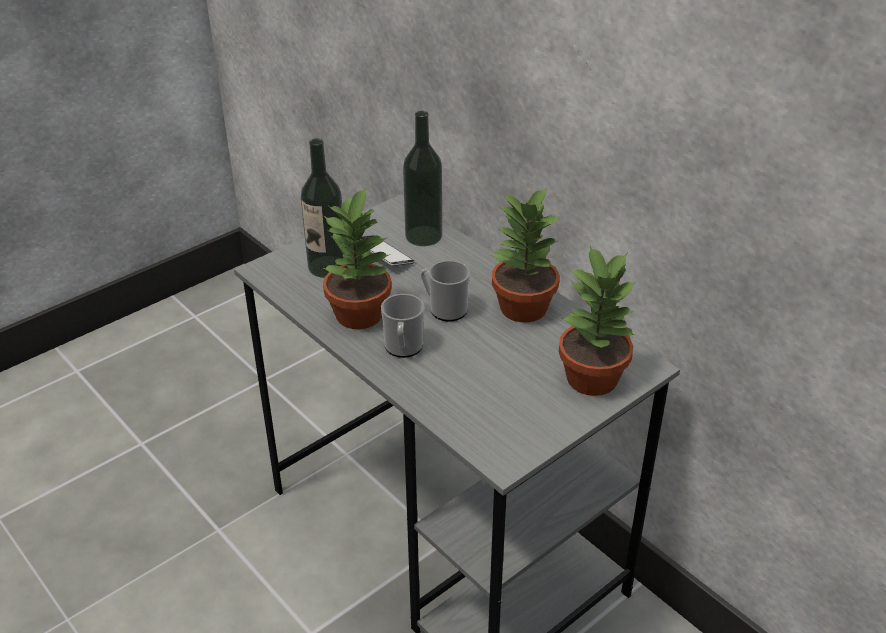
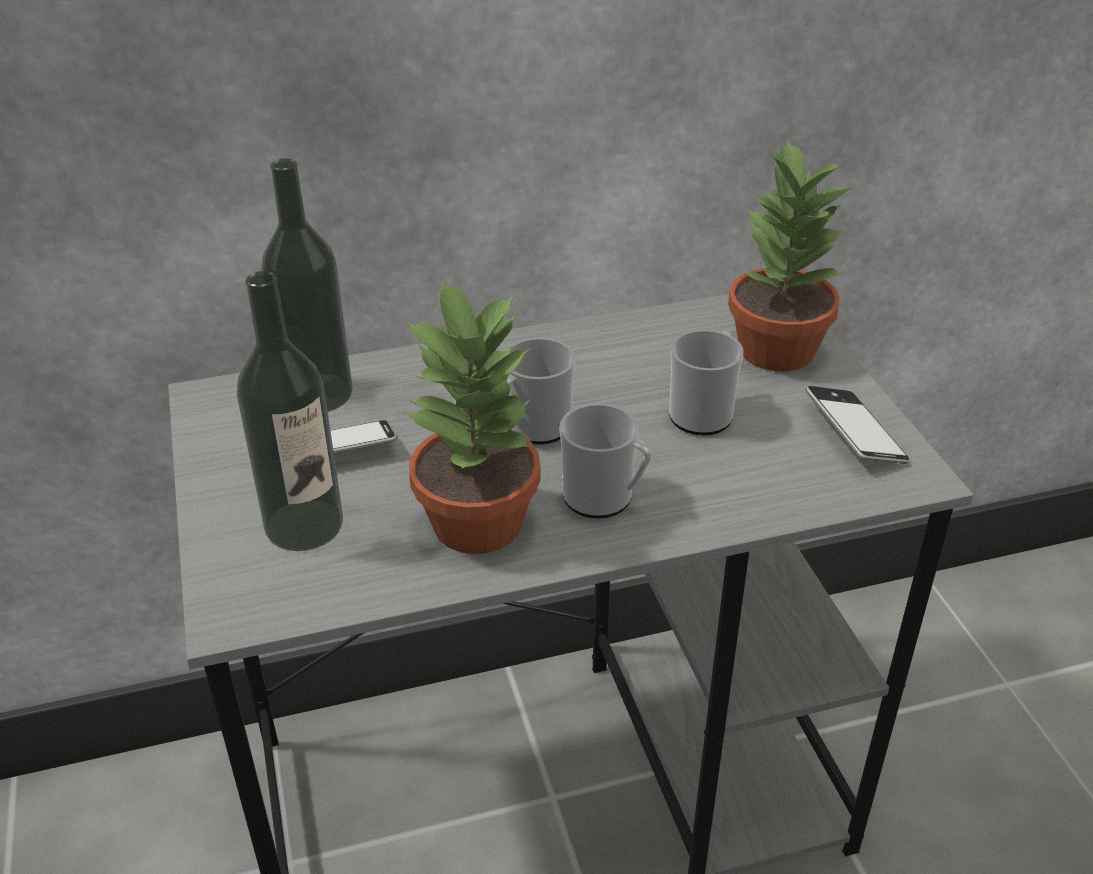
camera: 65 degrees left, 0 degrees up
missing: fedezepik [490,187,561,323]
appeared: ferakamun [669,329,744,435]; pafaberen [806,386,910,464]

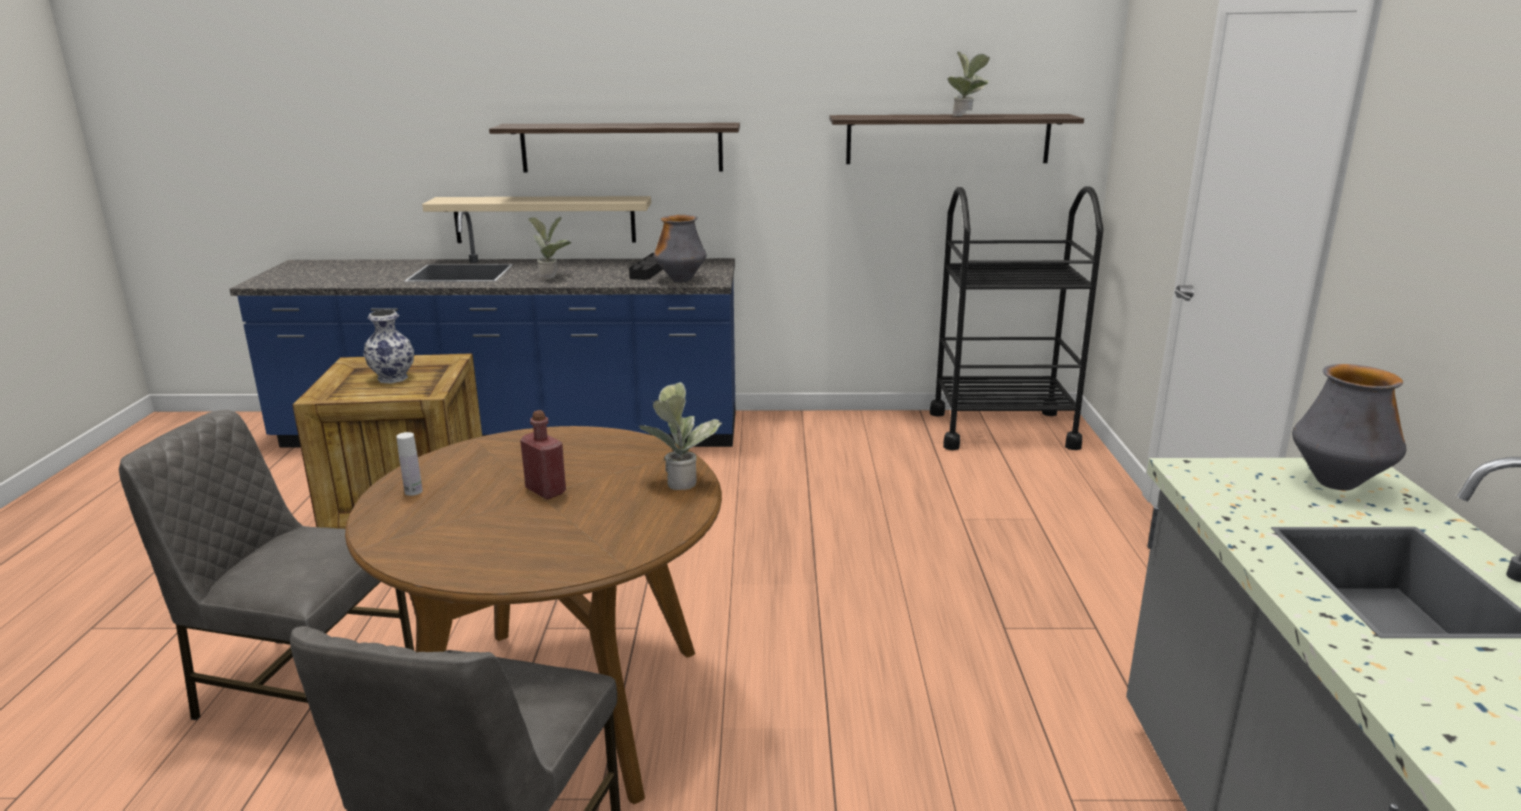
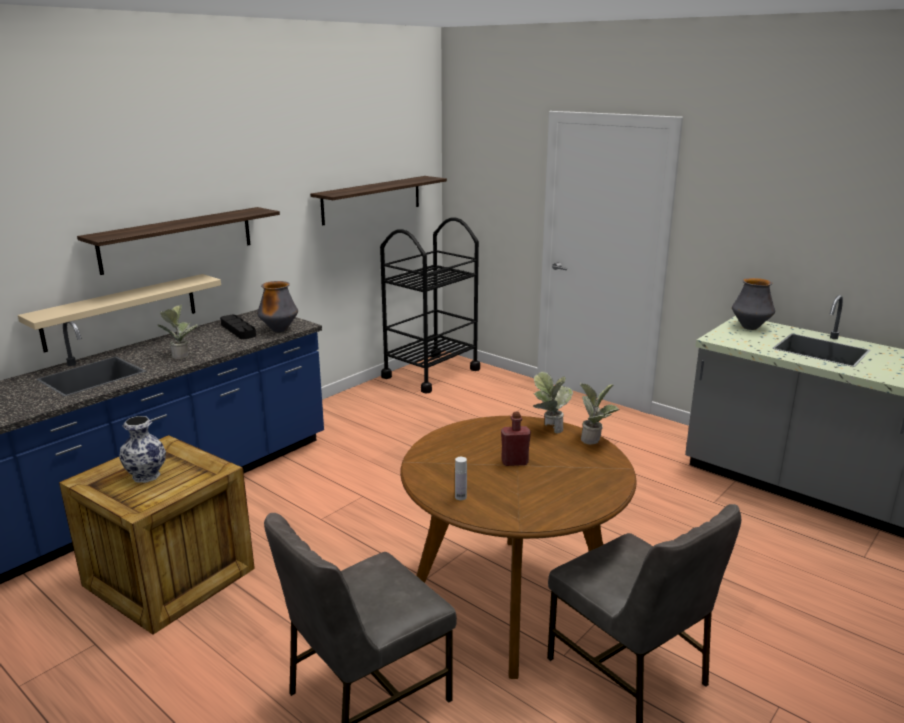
camera: 50 degrees left, 0 degrees up
relocated: fedezepik [947,51,990,116] to [579,383,619,445]

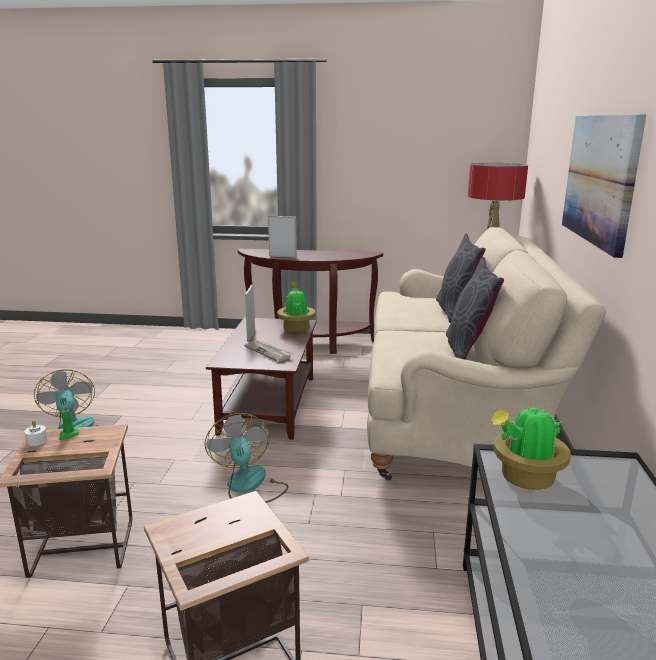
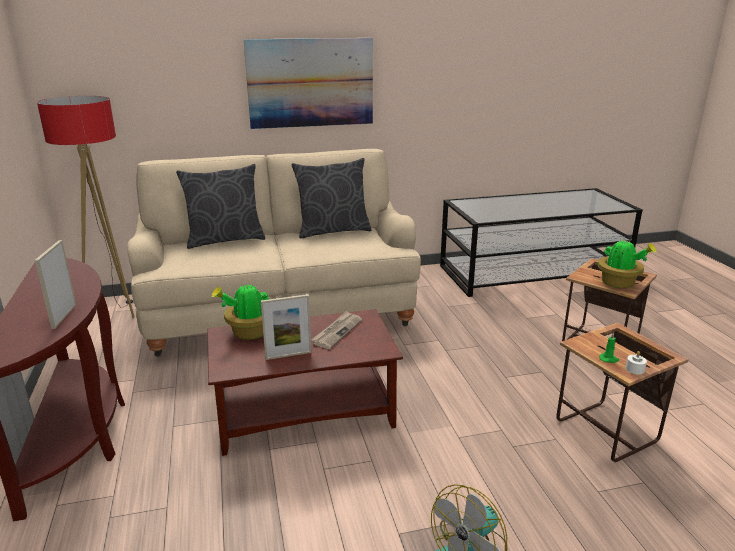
camera: 110 degrees left, 5 degrees up
missing: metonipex [205,413,288,503]
relocated: fedezepik [491,403,571,490] to [598,238,657,288]

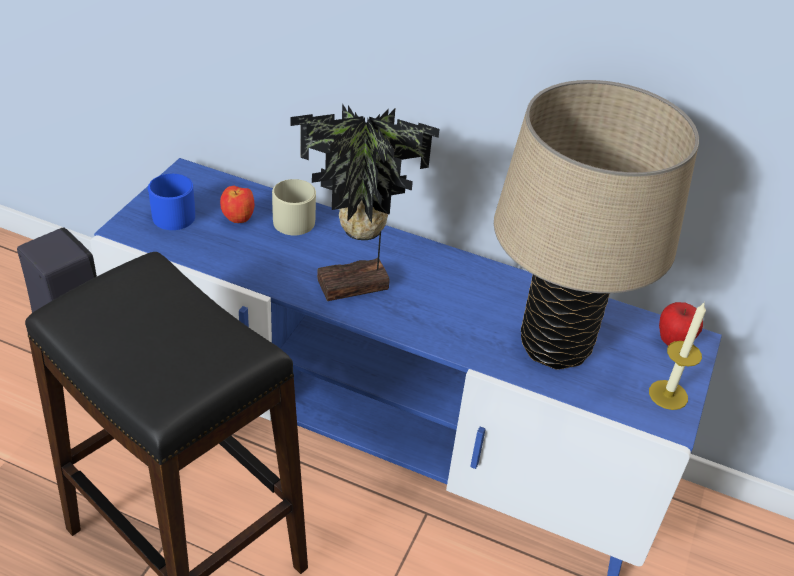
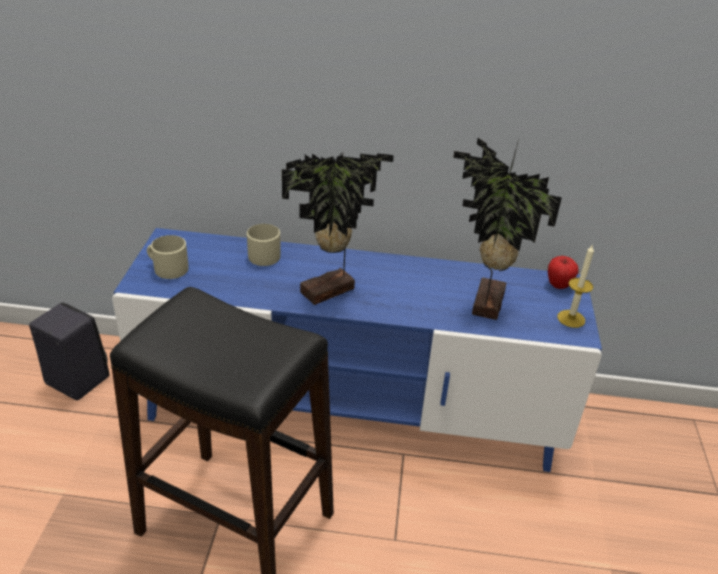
camera: 15 degrees left, 5 degrees down
missing: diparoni [220,186,255,223]
exchanged: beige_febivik [494,80,699,370] to fedezepik [453,138,562,320]
colour: blue_ferakamun [148,174,195,230] to beige_ferakamun [147,235,188,279]

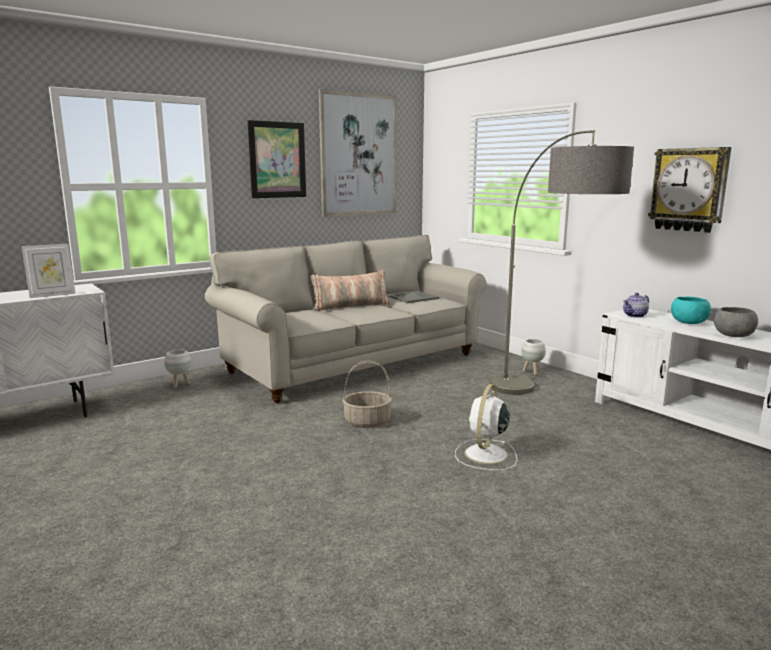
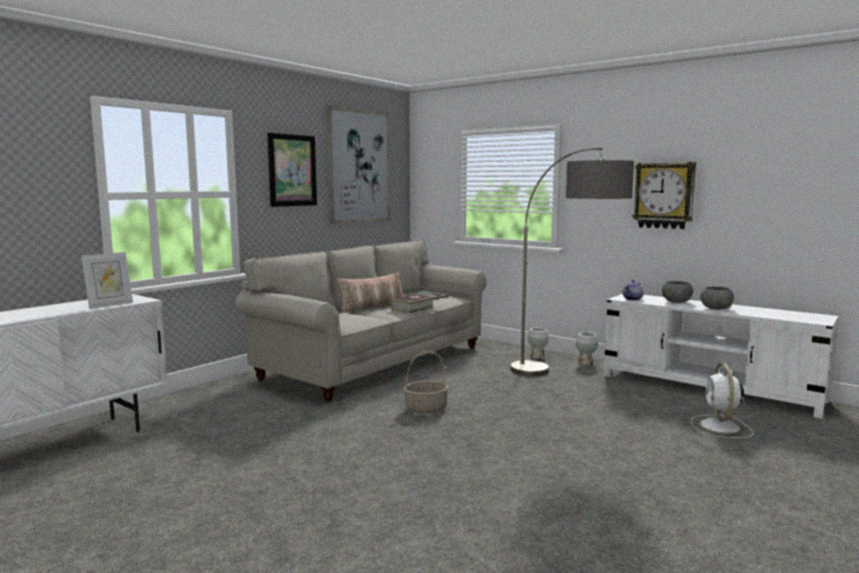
camera: 15 degrees left, 5 degrees down
appeared: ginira [391,294,434,314]
relocated: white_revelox [164,350,191,388] to [576,332,598,366]; white_metonipex [455,384,517,470] to [691,363,754,438]
colour: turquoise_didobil [671,297,711,324] to grey_didobil [662,281,693,303]

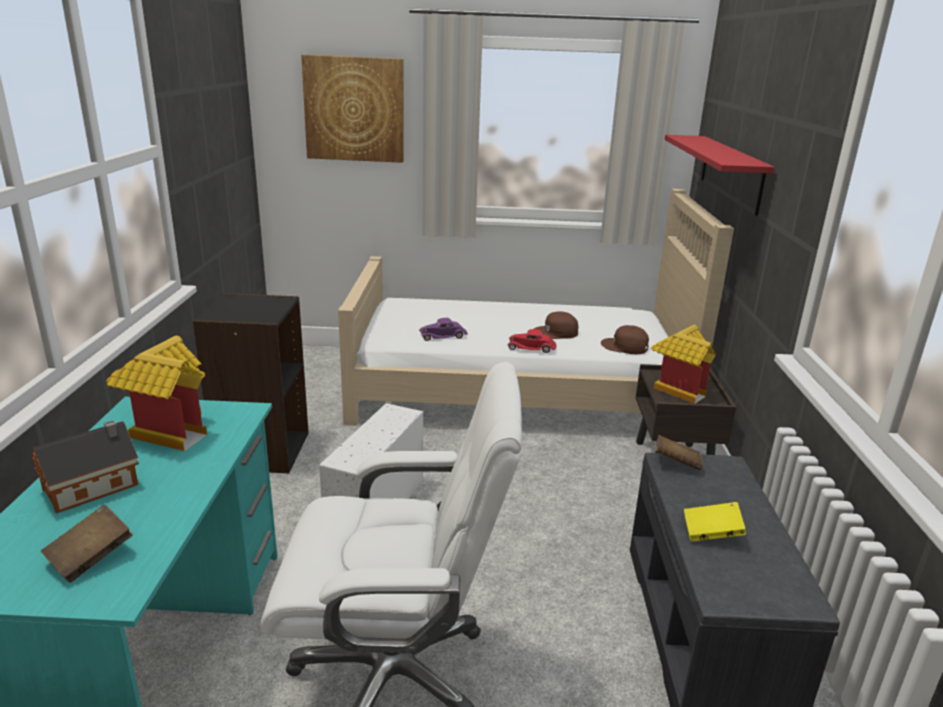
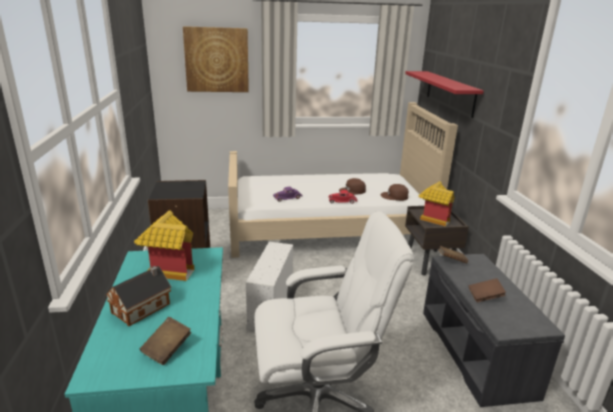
camera: 10 degrees left, 0 degrees up
colour: yellow_ginira [684,502,746,541] to brown_ginira [469,278,506,302]

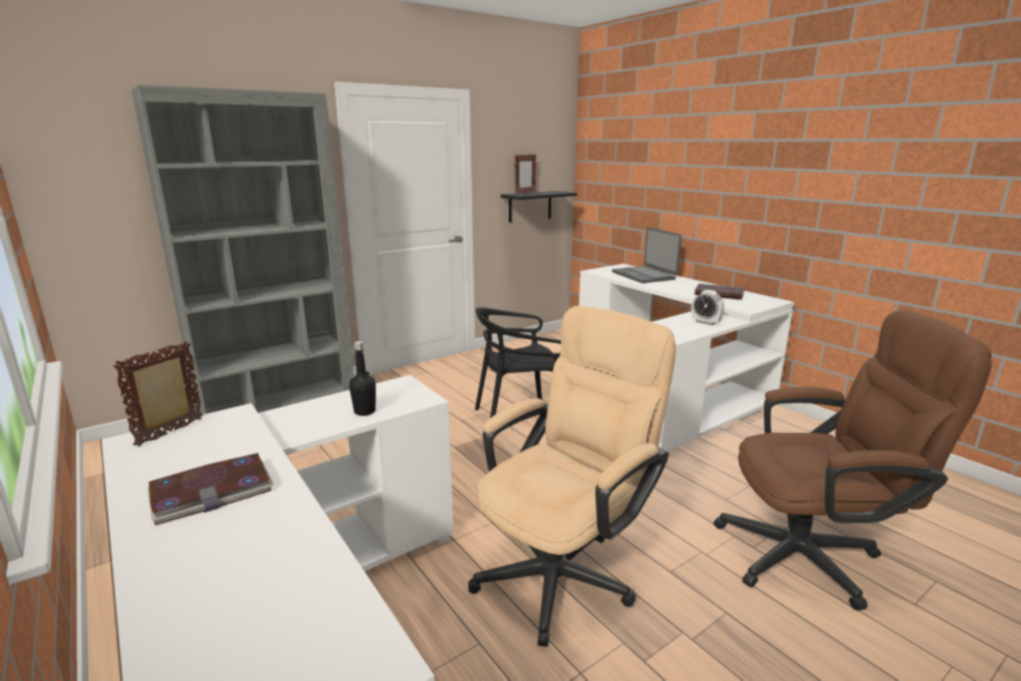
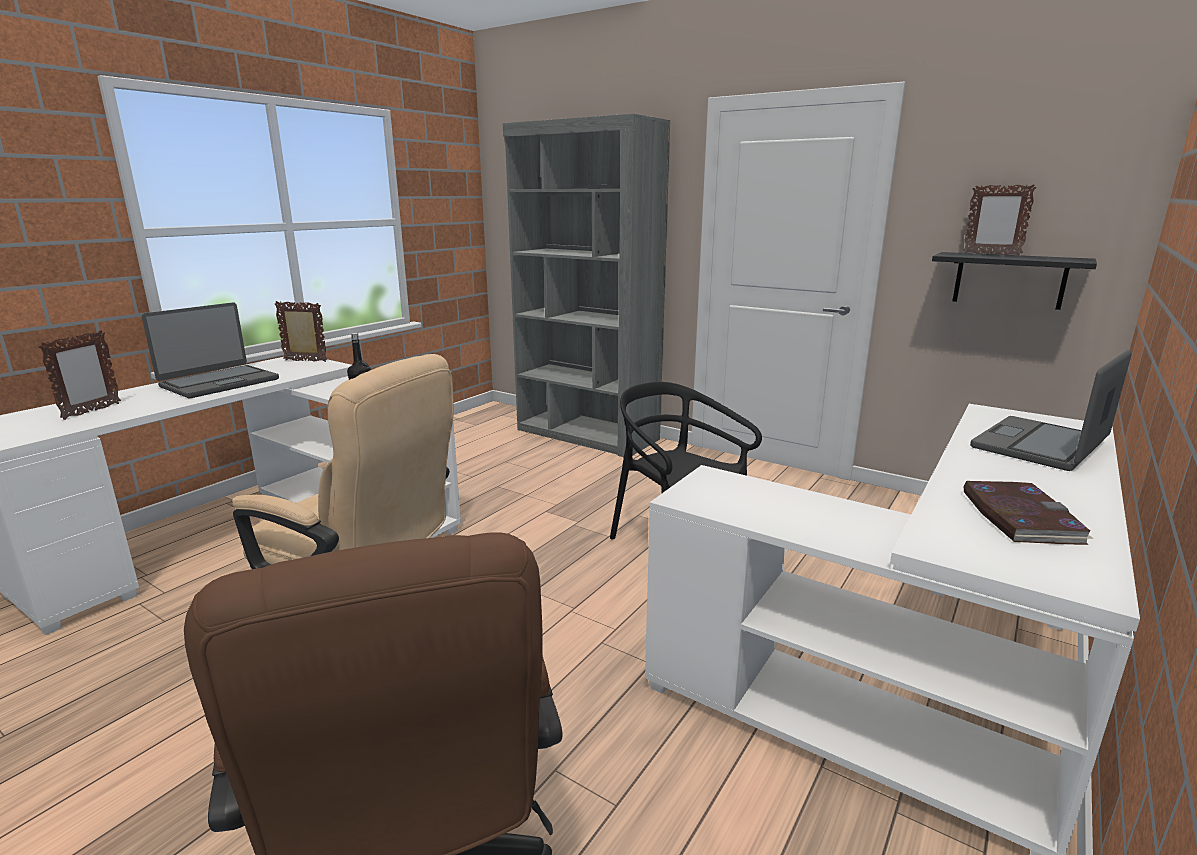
camera: 70 degrees right, 0 degrees up
missing: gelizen [691,290,725,326]
appeared: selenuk [38,330,121,420]
exchanged: ginira [148,453,274,525] to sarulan [142,302,279,398]

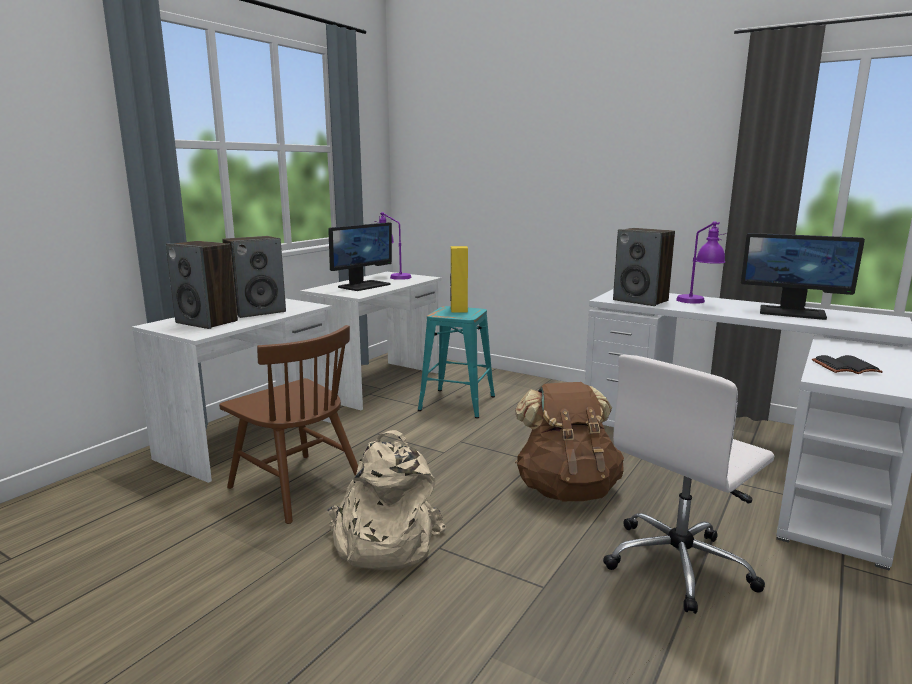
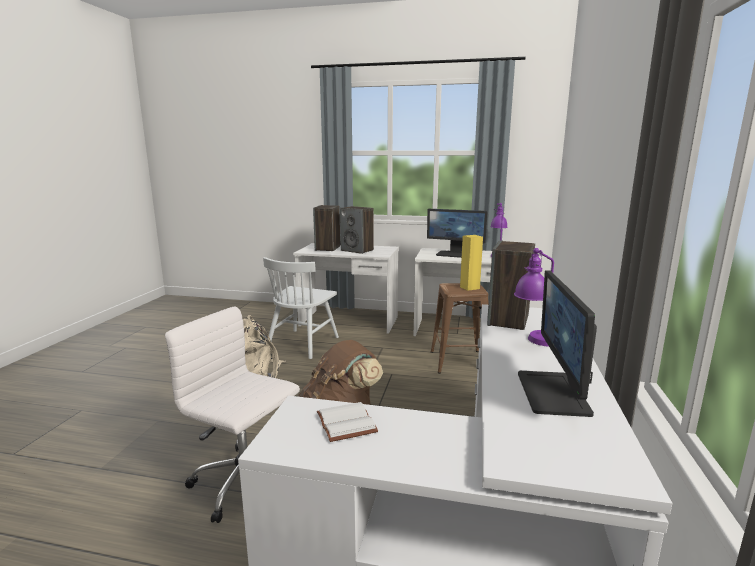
camera: 70 degrees right, 0 degrees up
colour: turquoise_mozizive [418,306,495,418] to brown_mozizive [431,283,488,374]; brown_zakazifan [219,325,358,524] to white_zakazifan [263,257,339,359]; black_ginira [812,355,883,374] to white_ginira [317,402,378,442]

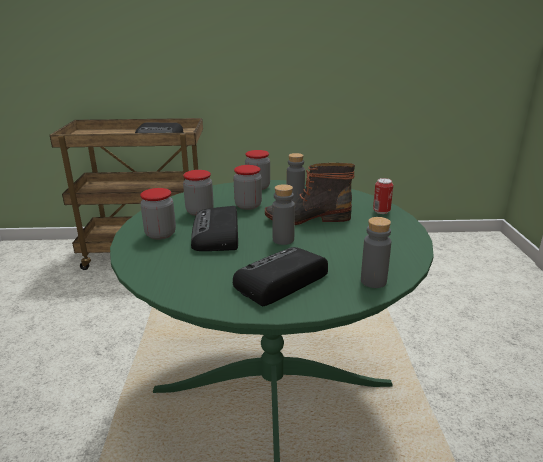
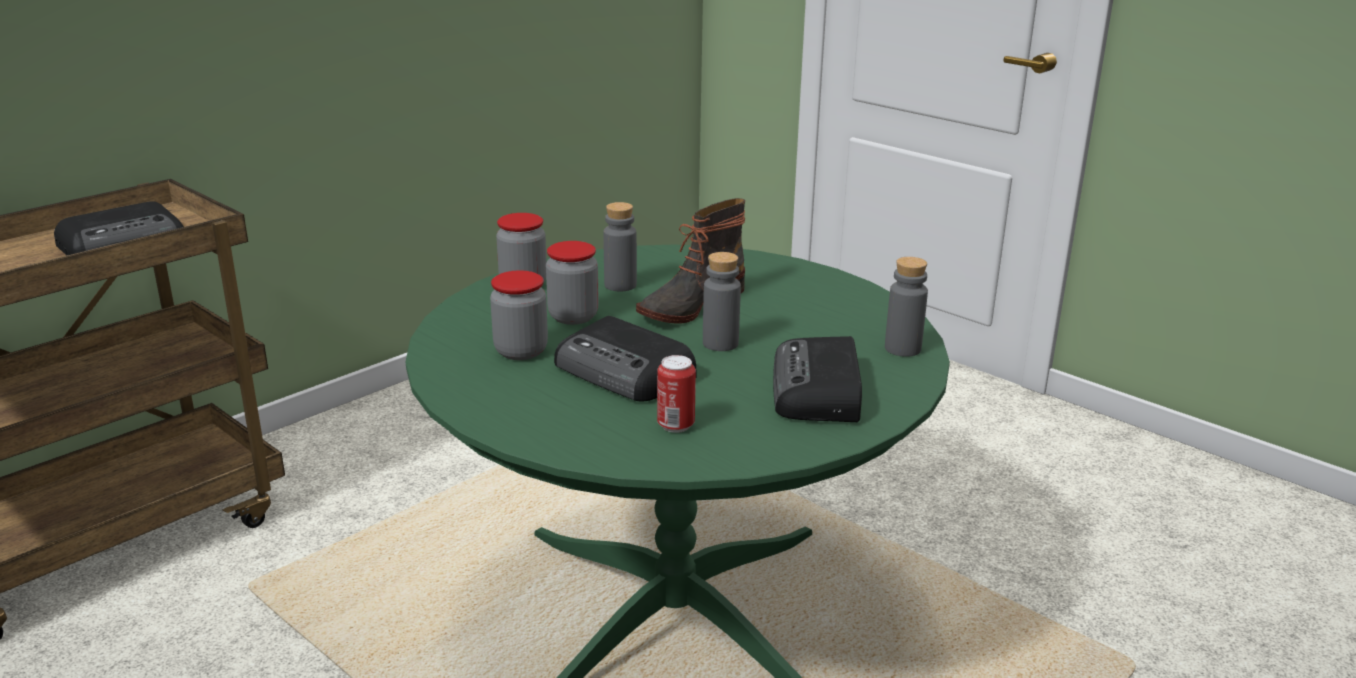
camera: 45 degrees left, 0 degrees up
missing: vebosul [140,188,176,240]
relocated: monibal [373,178,393,214] to [657,355,696,433]

